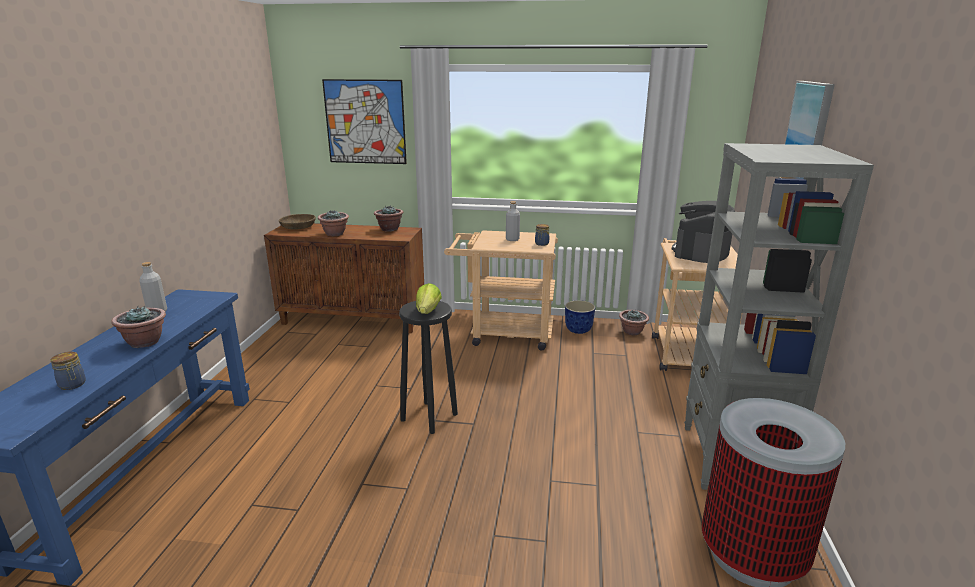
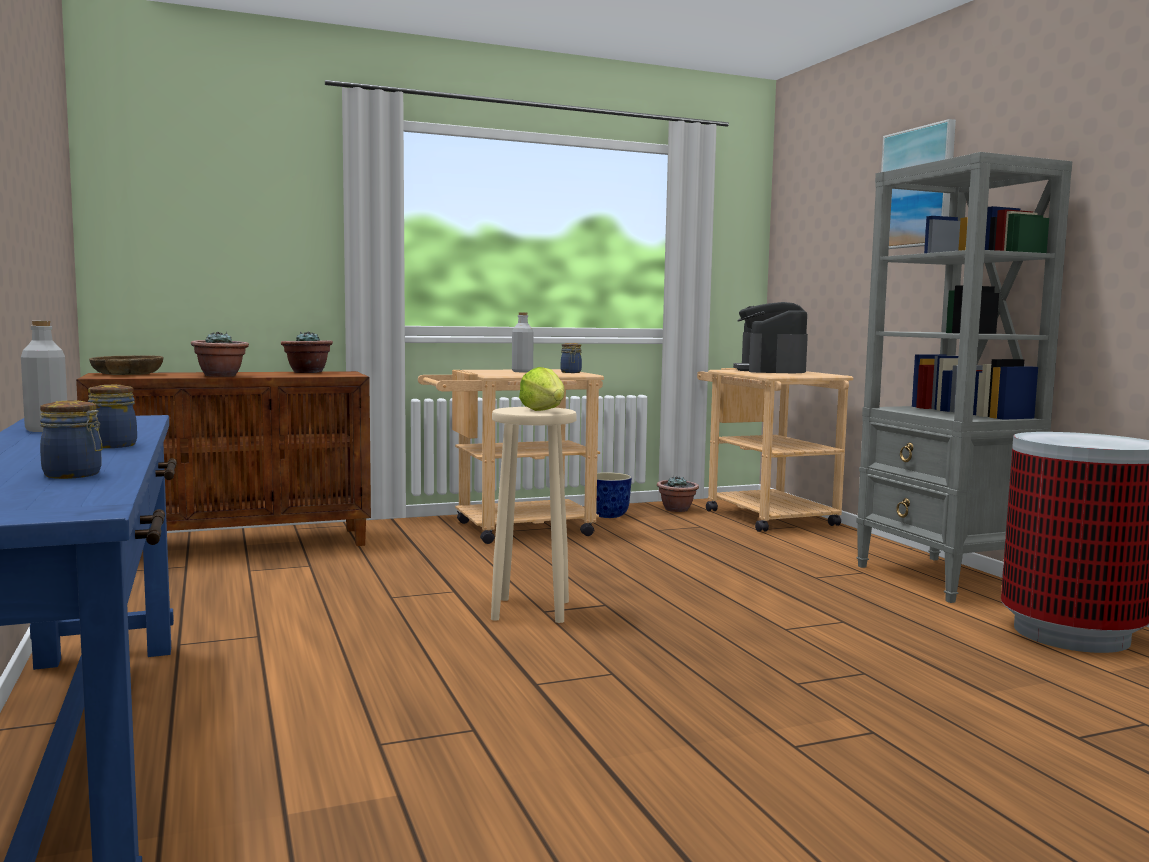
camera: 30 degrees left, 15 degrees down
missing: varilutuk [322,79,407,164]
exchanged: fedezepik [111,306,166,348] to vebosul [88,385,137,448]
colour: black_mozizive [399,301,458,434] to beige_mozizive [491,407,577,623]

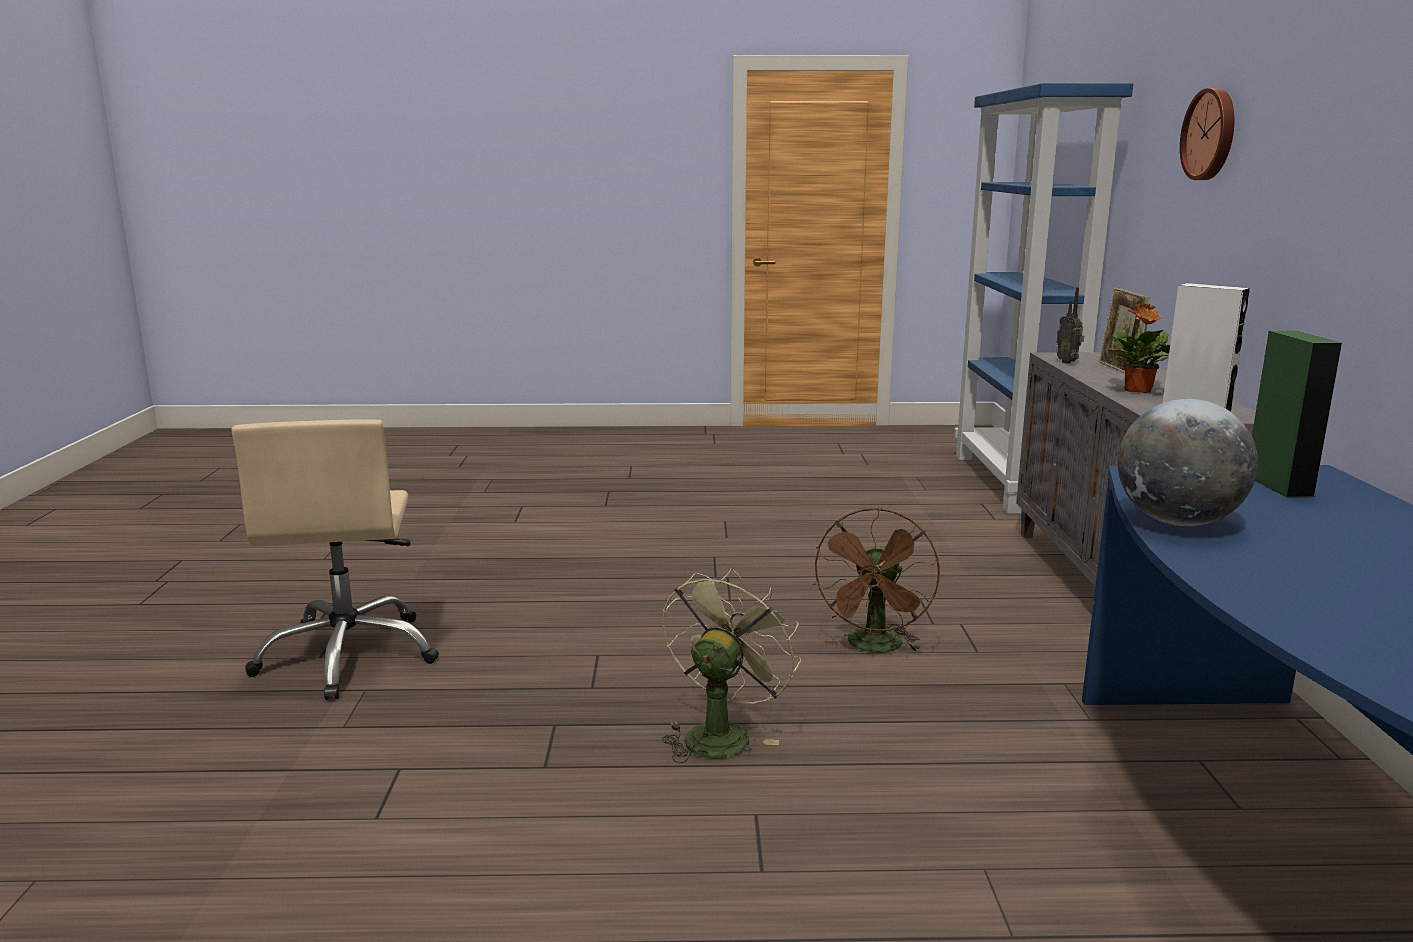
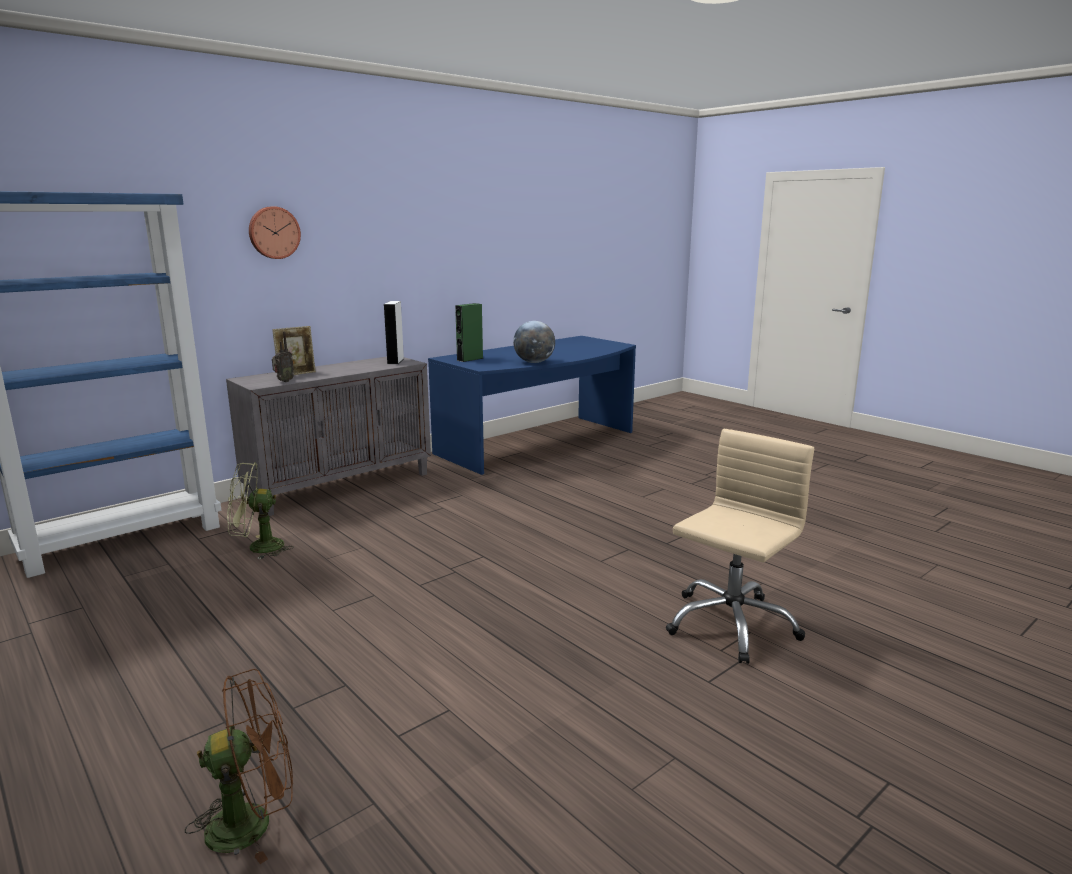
camera: 130 degrees left, 0 degrees up
missing: fedezepik [1109,303,1170,393]
relocated: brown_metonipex [813,508,940,653] to [185,669,293,864]; green_metonipex [662,568,801,763] to [227,462,294,560]

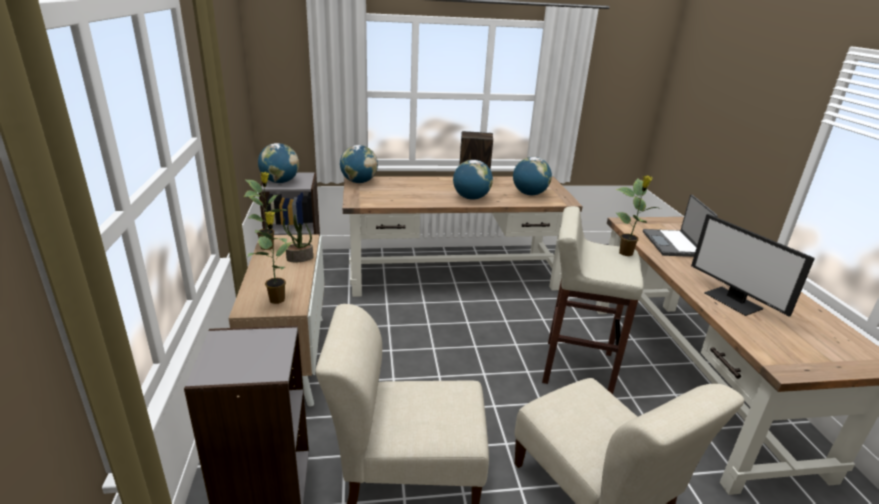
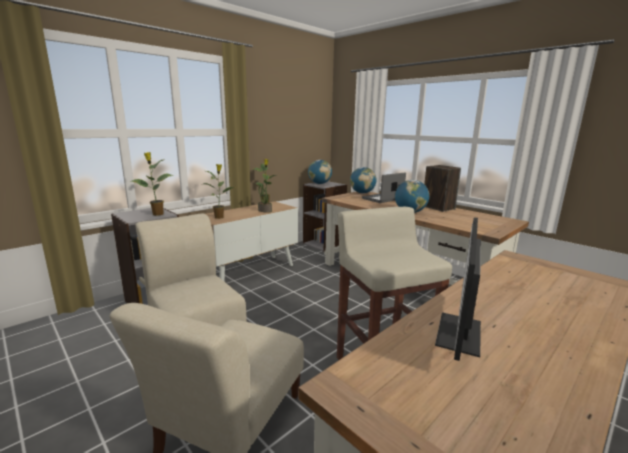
camera: 55 degrees right, 10 degrees down
missing: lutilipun [513,157,552,195]
relocated: fedezepik [616,176,661,256] to [131,152,173,216]; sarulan [643,195,718,257] to [362,173,406,203]

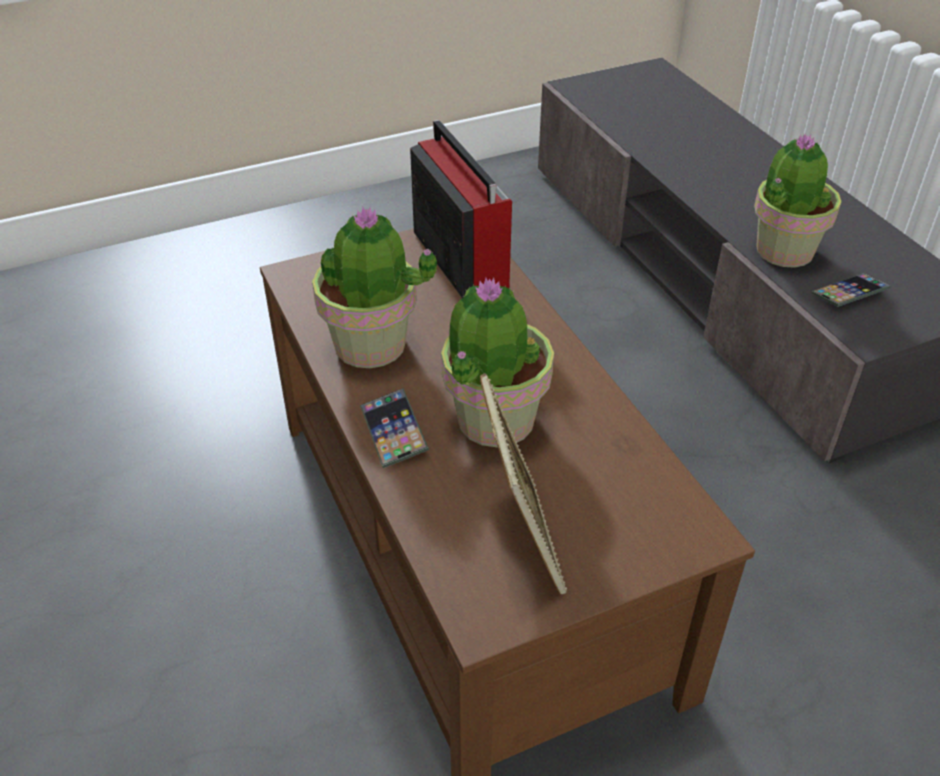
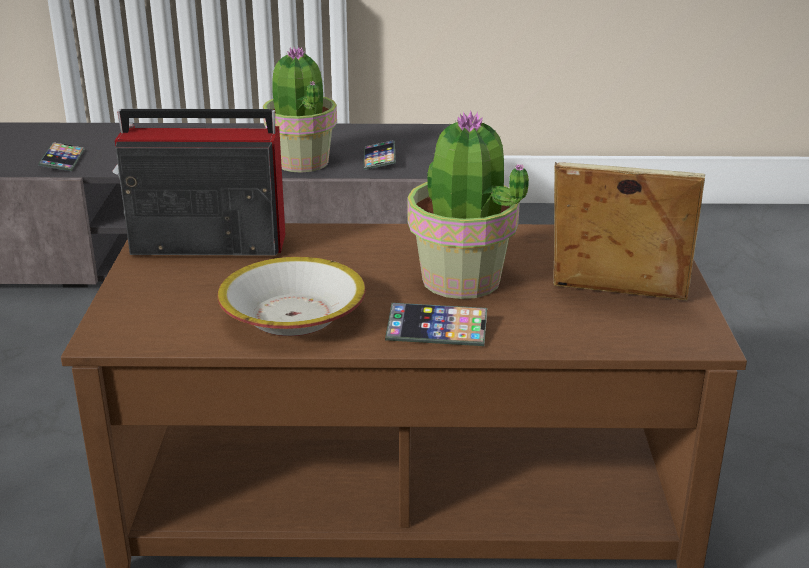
camera: 65 degrees left, 15 degrees down
appeared: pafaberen [38,142,84,171]
exchanged: fedezepik [312,207,437,368] to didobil [218,257,366,336]

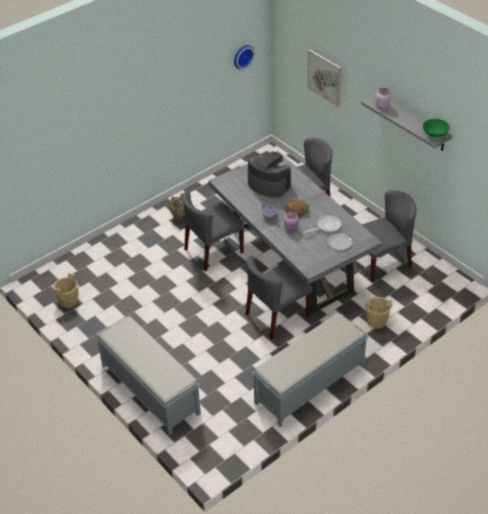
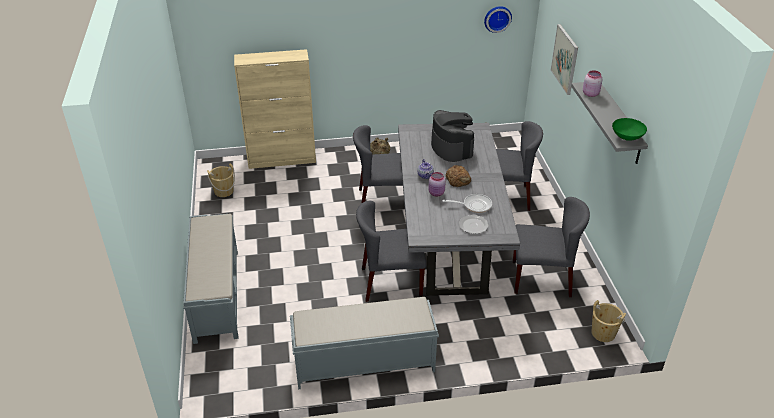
camera: 30 degrees right, 5 degrees down
appeared: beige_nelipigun [234,49,316,169]
relocated: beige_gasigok [365,297,393,329] to [591,300,626,342]

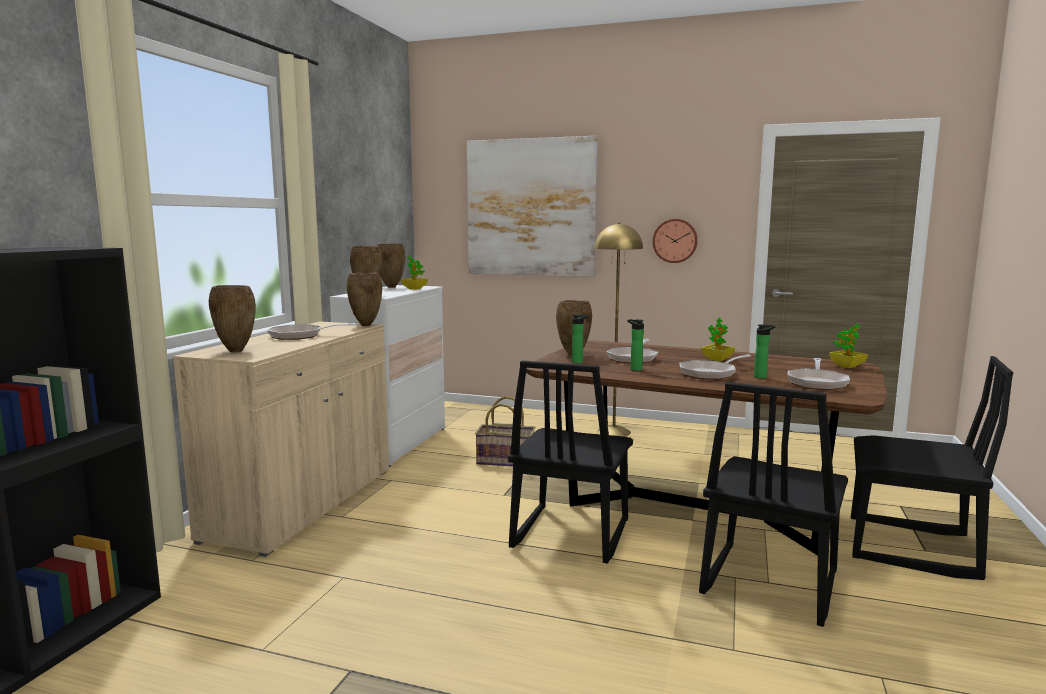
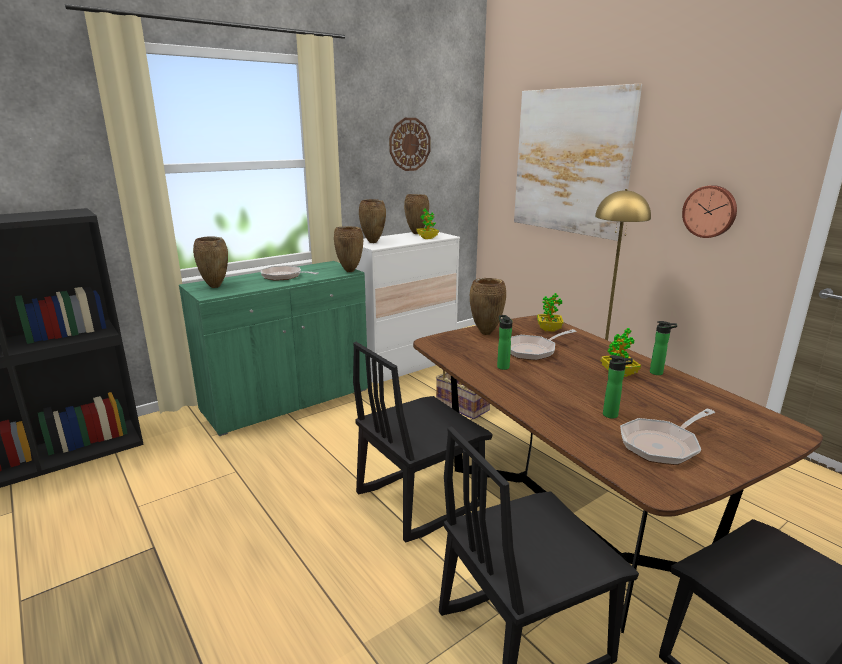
camera: 35 degrees right, 10 degrees up
missing: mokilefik [680,354,751,380]
appeared: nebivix [389,118,431,171]
relocated: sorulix [572,314,588,364] to [650,321,677,375]; fedezepik [829,324,868,368] to [537,293,564,331]
colour: beige_nelipigun [173,321,389,557] to green_nelipigun [179,261,368,436]

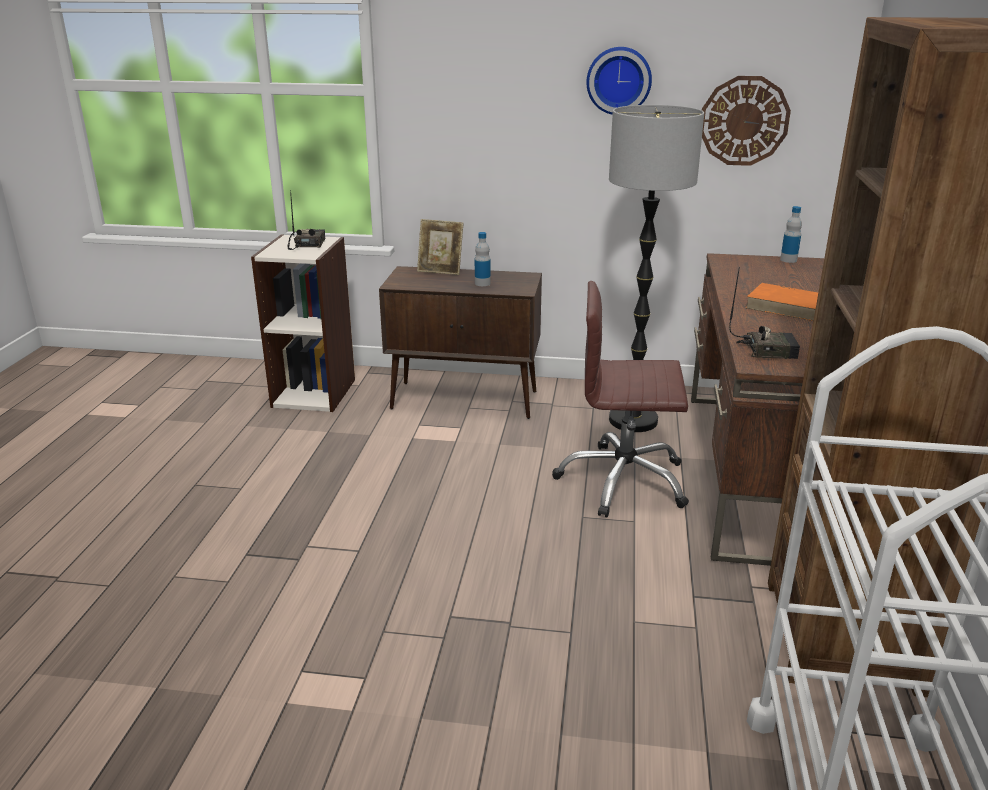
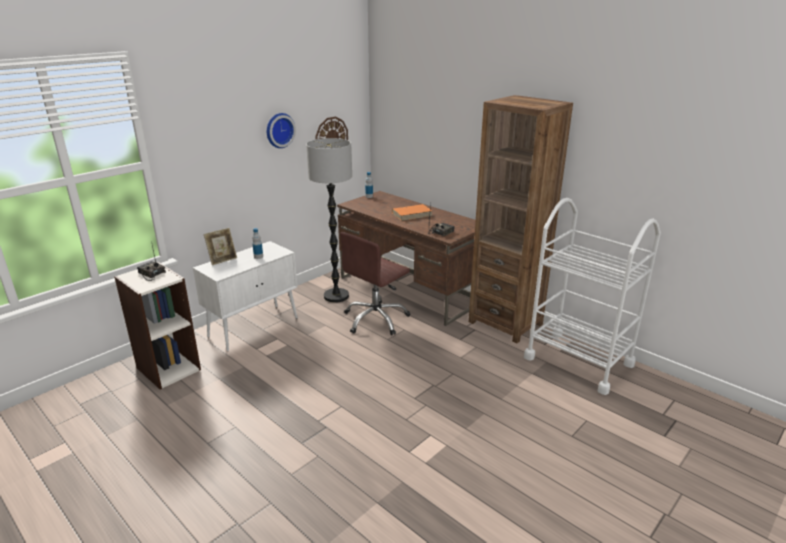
camera: 55 degrees left, 0 degrees up
colour: brown_nelipigun [379,266,542,419] to white_nelipigun [193,241,298,351]

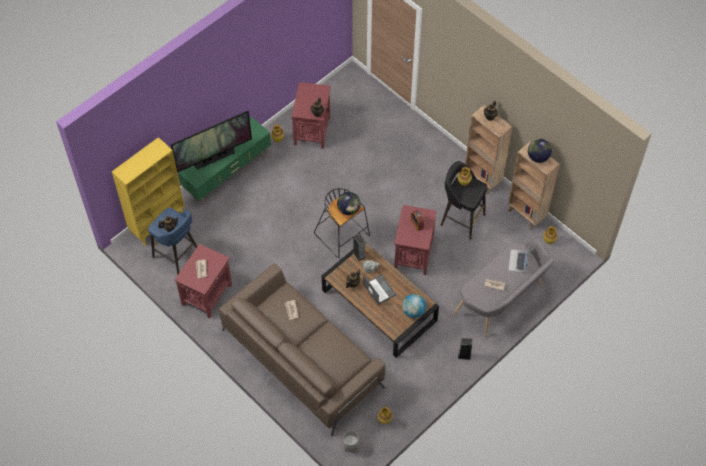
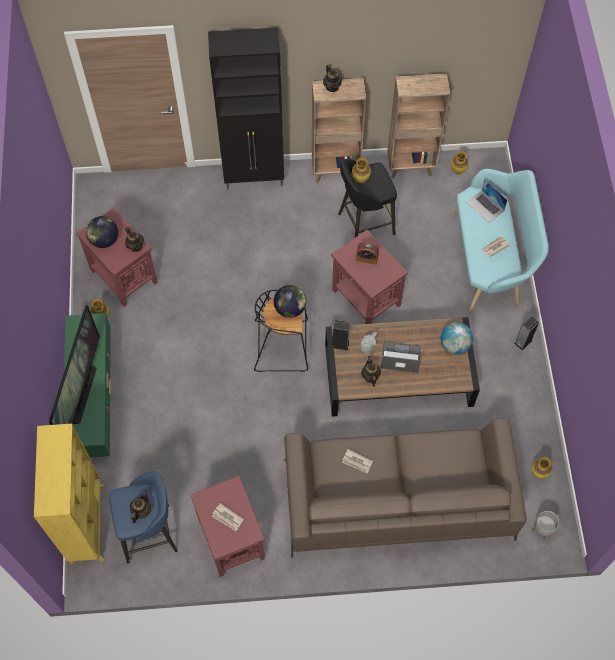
camera: 50 degrees left, 5 degrees up
appeared: black_nelipigun [208,28,284,189]
relocated: lutilipun [528,139,552,163] to [86,216,118,248]
colour: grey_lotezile [453,239,554,337] to turquoise_lotezile [452,169,549,316]

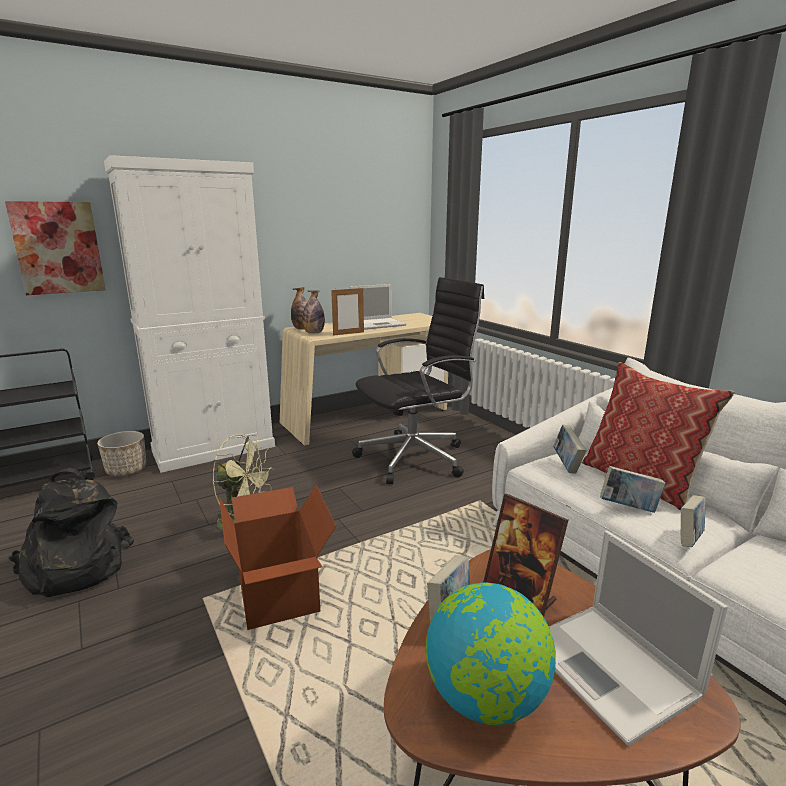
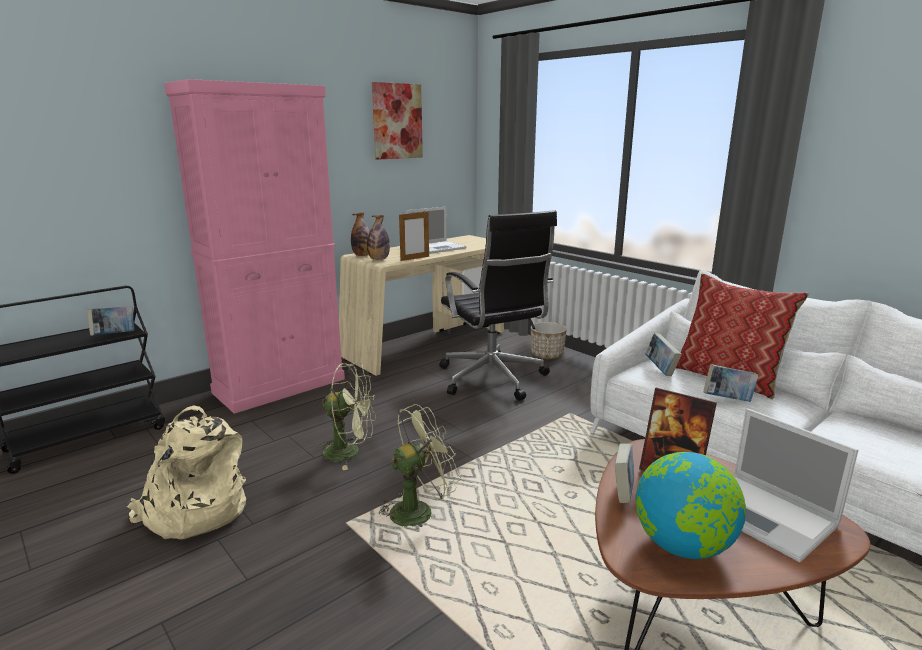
camera: 10 degrees left, 0 degrees up
relocated: varilutuk [5,201,106,295] to [372,82,423,160]; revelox [97,431,146,476] to [531,322,567,359]; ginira [681,495,706,547] to [87,306,134,336]
exchanged: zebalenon [219,485,336,630] to green_metonipex [379,404,461,527]
colour: white_nelipigun [104,155,275,473] to pink_nelipigun [164,79,345,414]; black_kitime [8,468,134,597] to beige_kitime [126,405,246,540]
spun: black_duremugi [352,277,484,484] = [439,211,557,400] 105 degrees clockwise

